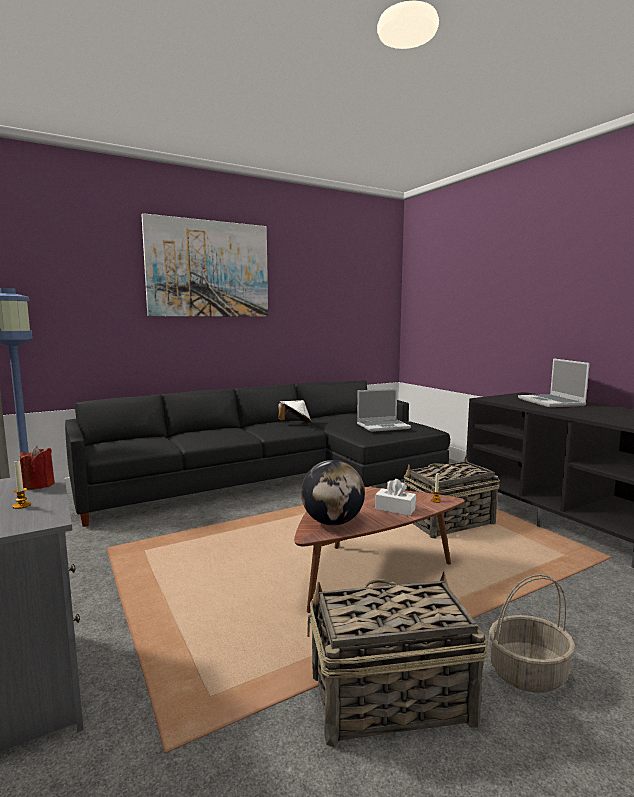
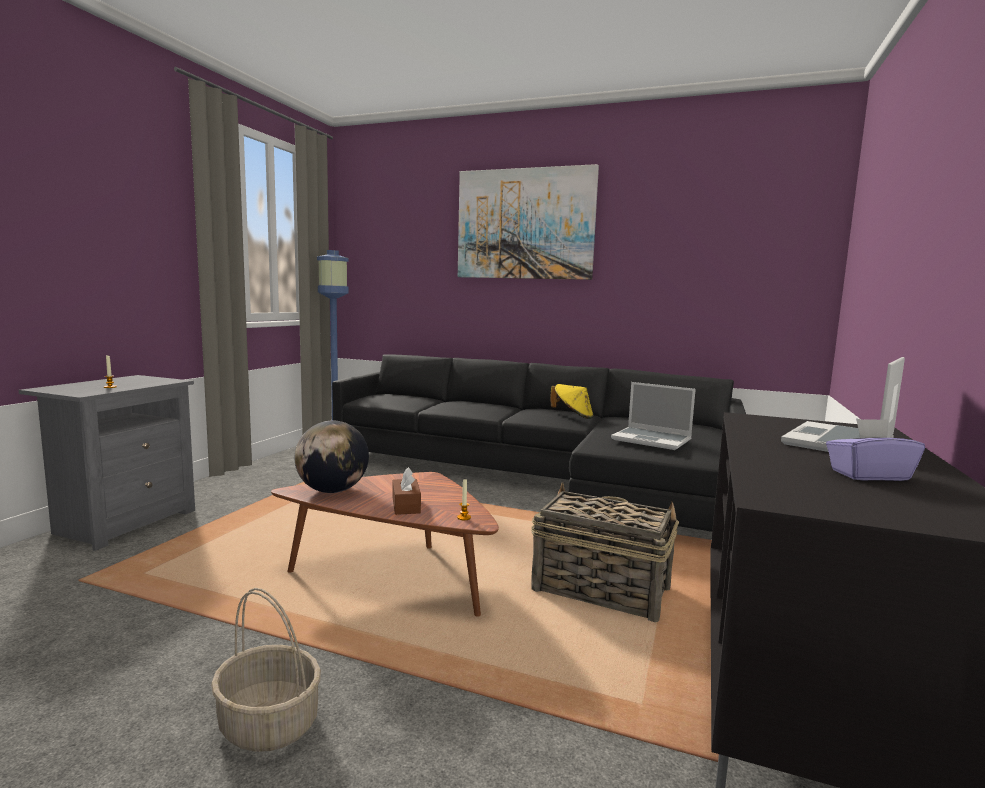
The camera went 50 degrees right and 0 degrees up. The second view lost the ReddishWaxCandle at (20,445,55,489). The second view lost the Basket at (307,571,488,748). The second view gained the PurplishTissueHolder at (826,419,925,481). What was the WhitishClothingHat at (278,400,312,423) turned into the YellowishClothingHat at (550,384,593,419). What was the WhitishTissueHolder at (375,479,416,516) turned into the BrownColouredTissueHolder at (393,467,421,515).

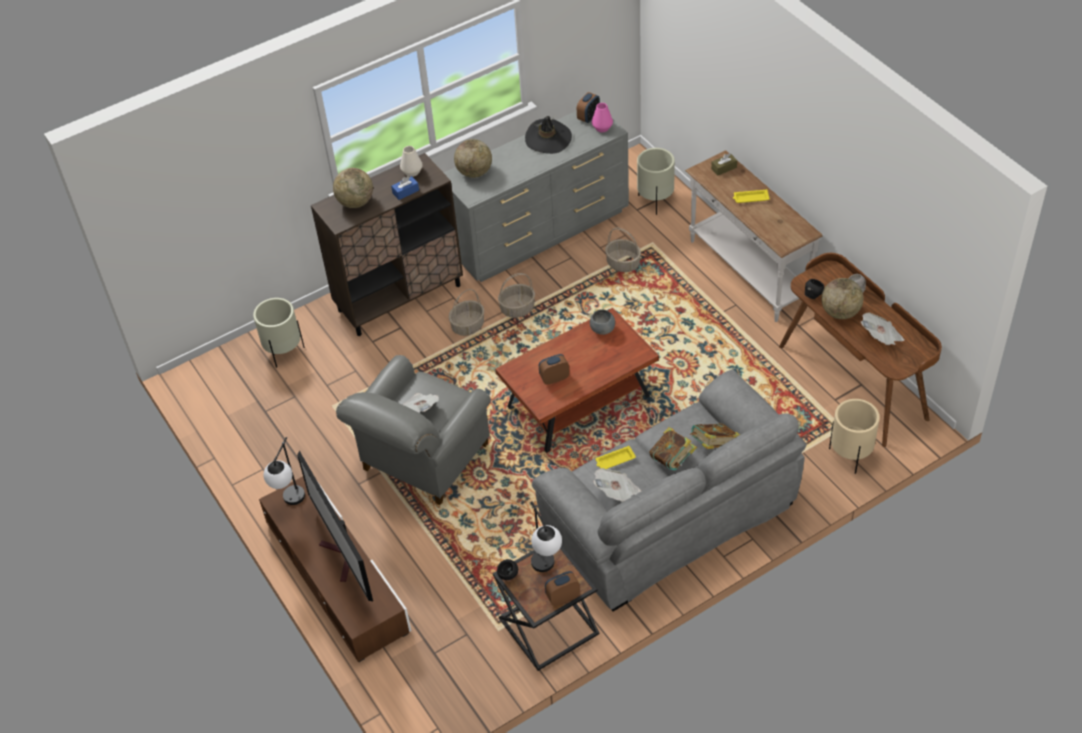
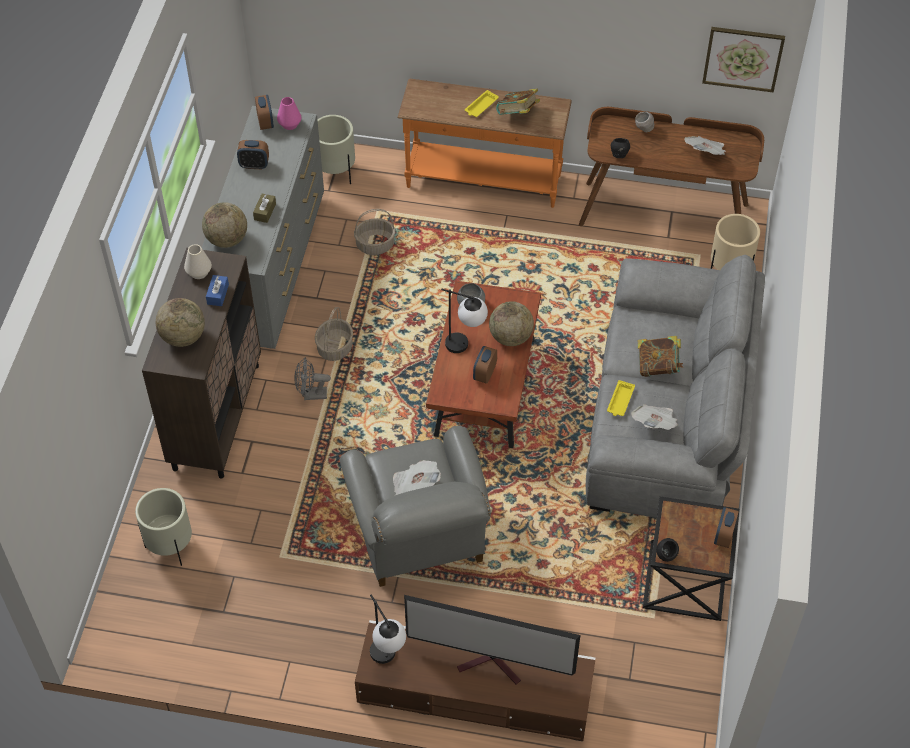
The camera went 50 degrees left and 5 degrees up. The second view gained the Picture at (702,27,785,92). The TableLamp ended up elsewhere, having gone from (531,502,562,572) to (441,289,488,353). The Volume ended up elsewhere, having gone from (690,423,740,449) to (496,89,540,115). The BrownColouredTissueHolder ended up elsewhere, having gone from (711,153,737,176) to (253,194,276,223). The WorldGlobe ended up elsewhere, having gone from (821,278,864,319) to (489,301,534,346). Where the Basket stood at (449,289,484,336), the GreyCoolingFan came to stand at (295,357,331,400). Where the BlackColouredClothingHat stood at (525,116,572,154), the AlarmClock came to stand at (237,140,269,169). What was the WhitishConsoleTable at (685,150,823,322) turned into the OrangeConsoleTable at (398,79,572,208).

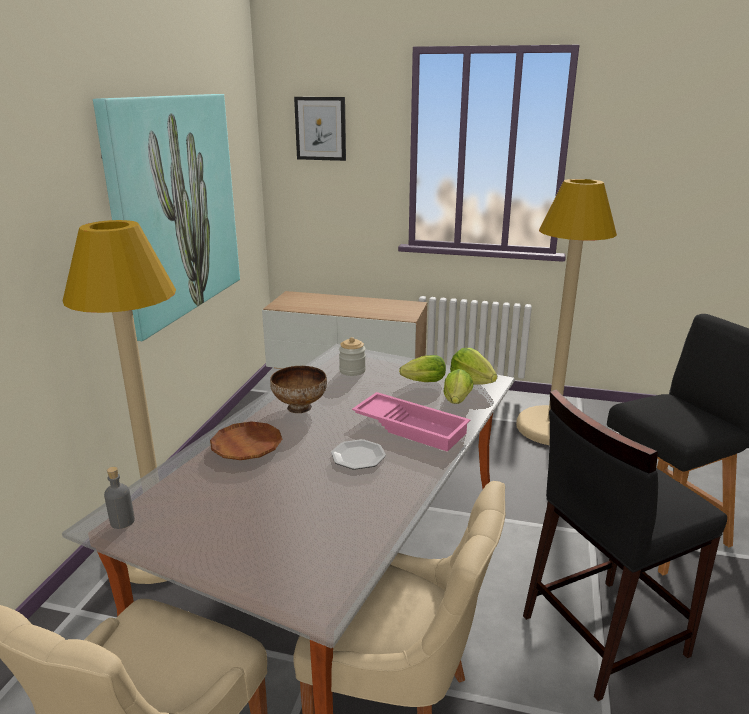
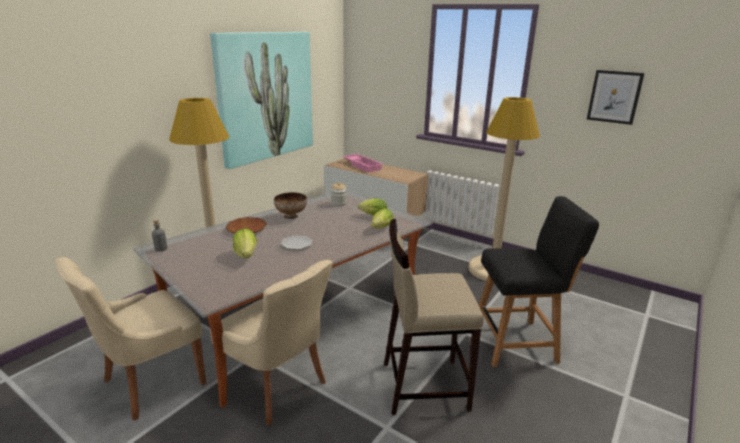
The camera went 20 degrees right and 0 degrees up. The Picture ended up elsewhere, having gone from (294,97,346,161) to (587,70,645,125). The PinkishCarryingTray ended up elsewhere, having gone from (352,392,471,452) to (343,154,383,172). The HeadOfLettuce ended up elsewhere, having gone from (450,348,497,385) to (233,229,257,258). What was the BlackColouredStoolSeat at (523,389,727,701) turned into the BeigeStoolSeat at (384,219,484,415).

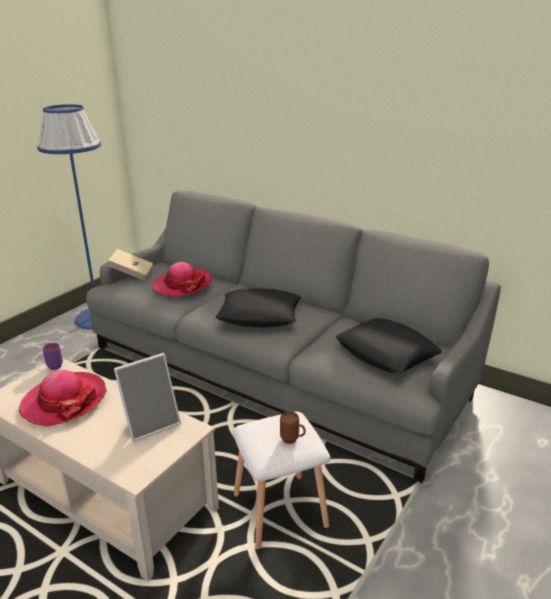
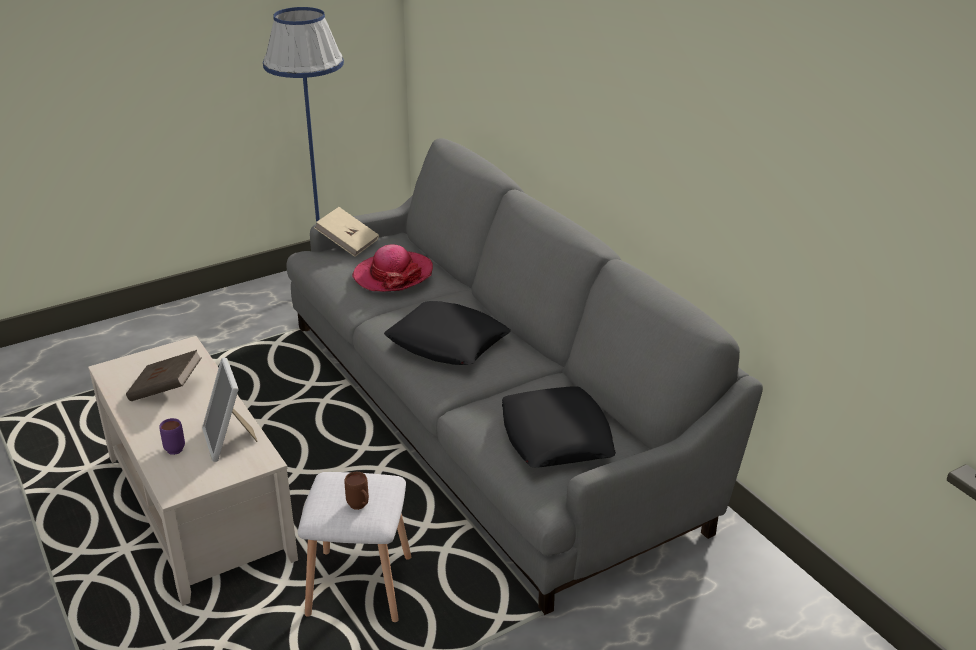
The camera went 25 degrees right and 5 degrees up. The PurplishTeaMug ended up elsewhere, having gone from (43,343,63,370) to (159,418,185,455). Where the ClothingHat stood at (19,370,107,426), the BrownColouredVolume came to stand at (126,350,202,401). The StandingFrame at (114,353,181,442) ended up facing another way, 75 degrees clockwise from before.

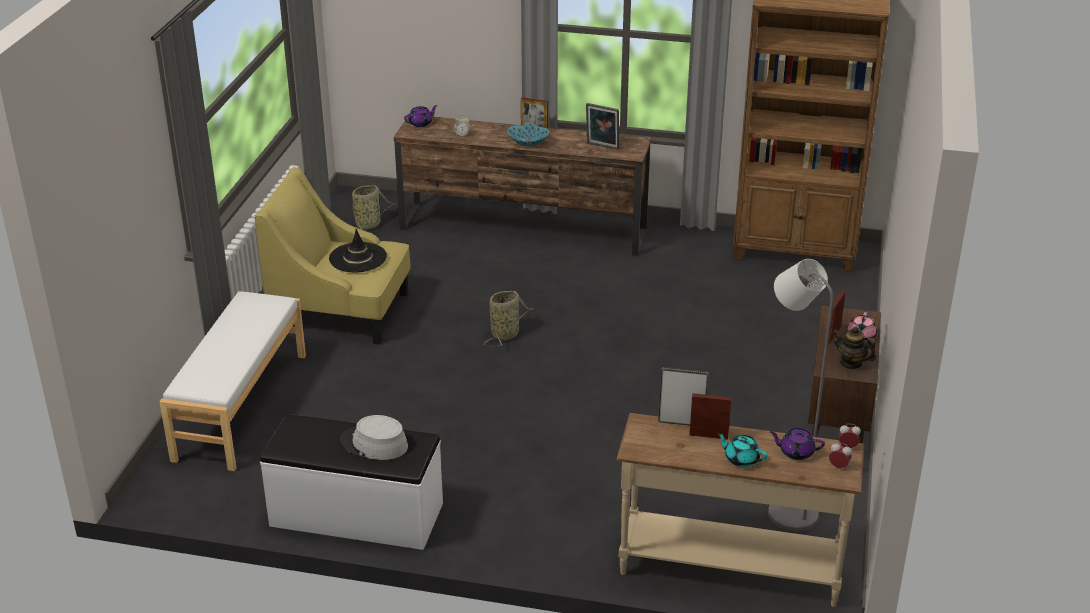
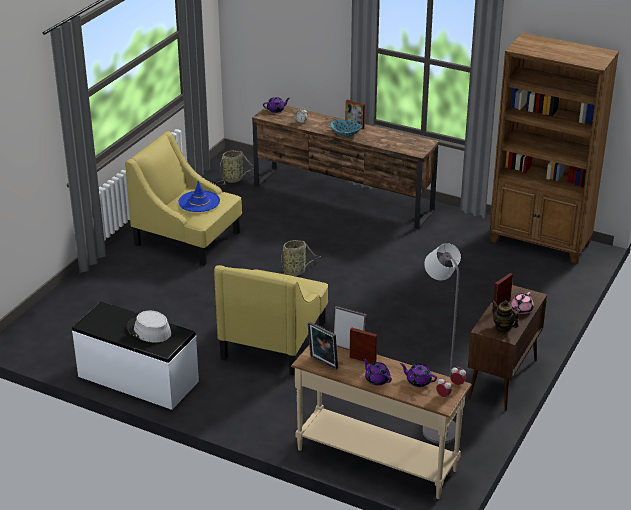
The camera went 15 degrees right and 0 degrees up. The second view lost the WhitishIndoorBench at (159,291,306,471). The second view gained the YellowishEasyChair at (214,265,328,375). The StandingFrame ended up elsewhere, having gone from (586,103,619,150) to (308,321,338,370). What was the BlackColouredClothingHat at (329,229,387,272) turned into the BlueColouredClothingHat at (178,181,220,212). What was the TurquoisePotForTea at (717,433,768,467) turned into the PurplishPotForTea at (363,358,392,385).

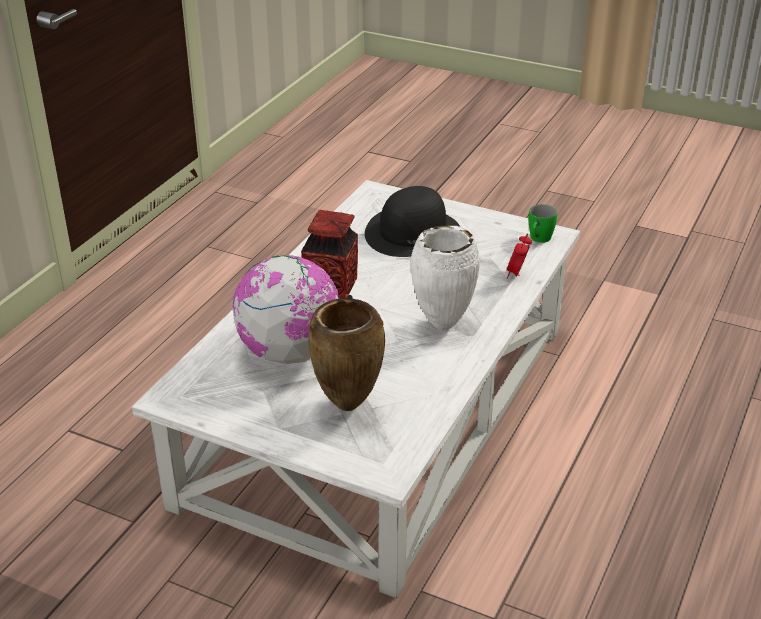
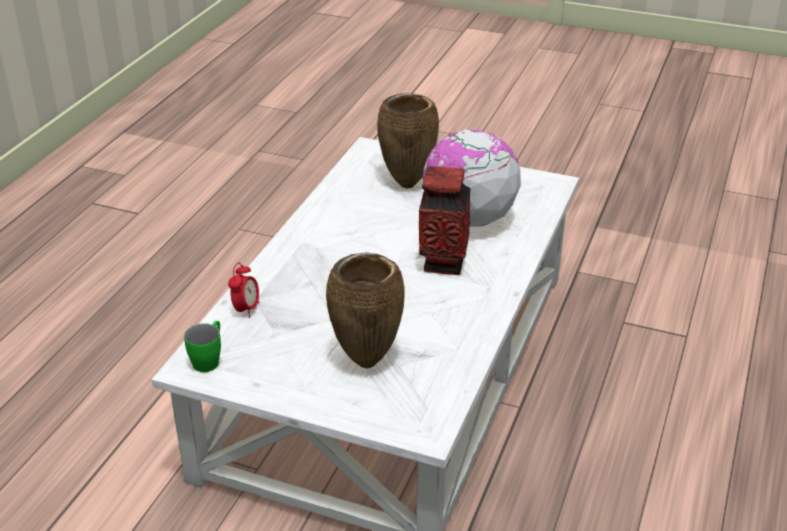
The camera went 175 degrees right and 0 degrees up. The second view lost the WhitishDecorativeVase at (410,226,480,330). Where the BlackColouredClothingHat stood at (365,186,460,257), the BrownColouredDecorativeVase came to stand at (326,252,405,368).

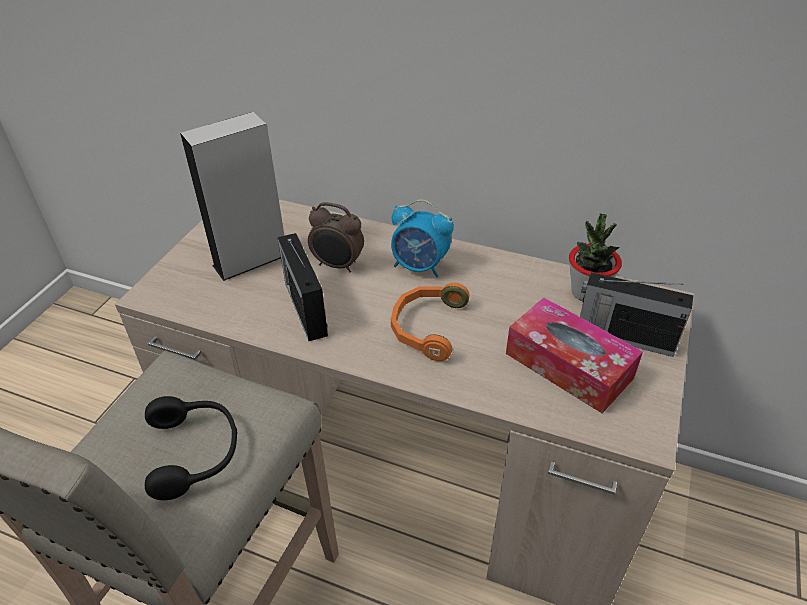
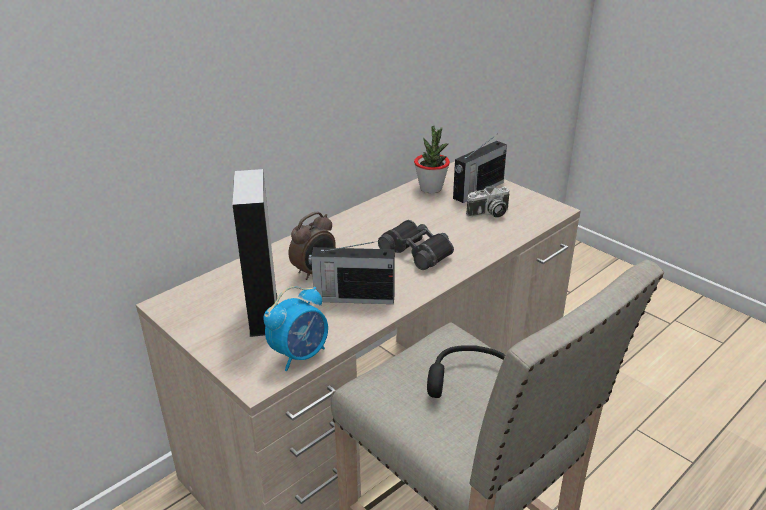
The camera went 65 degrees left and 10 degrees down. The AlarmClock ended up elsewhere, having gone from (391,200,454,277) to (263,286,328,371). Where the OrangeHeadset stood at (391,283,470,361), the BlackColouredBinoculars came to stand at (378,220,454,270). Where the TissueHolder stood at (506,298,643,413), the PhotoCamera came to stand at (466,186,509,218).

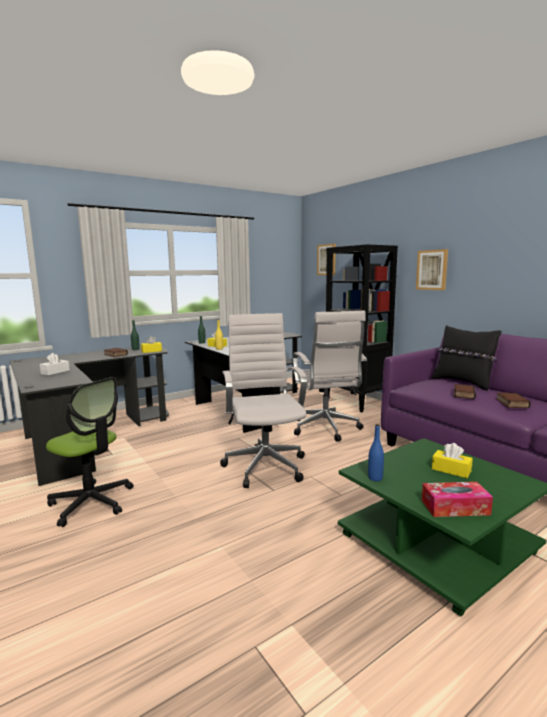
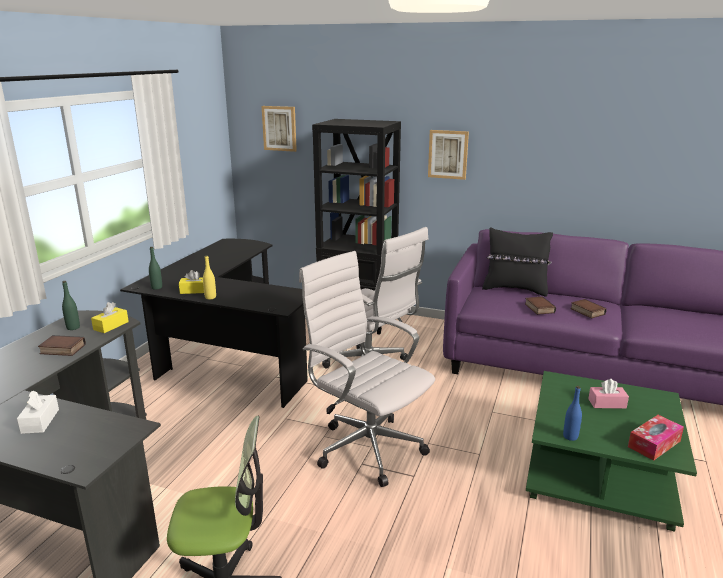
The camera went 35 degrees left and 10 degrees up. What was the YellowishTissueHolder at (432,443,473,478) turned into the PinkishTissueHolder at (588,379,629,409).

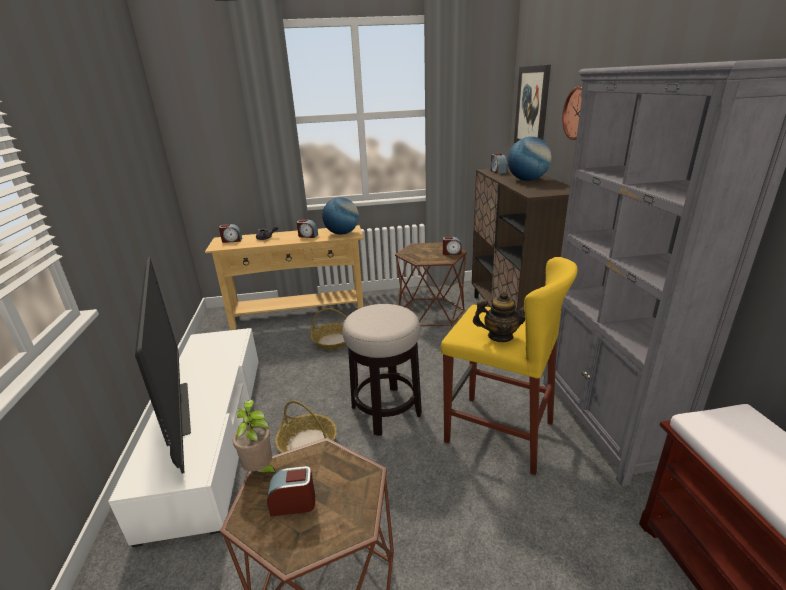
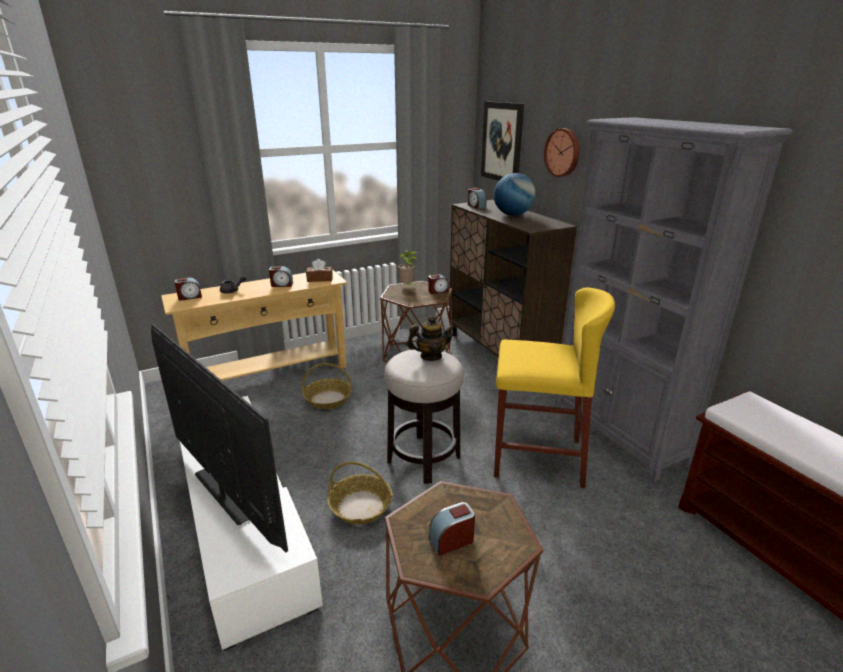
The camera went 20 degrees left and 0 degrees up. The PottedPlant ended up elsewhere, having gone from (233,400,276,473) to (398,251,417,285). The PotForTea ended up elsewhere, having gone from (473,291,525,342) to (407,316,455,361). Where the WorldGlobe stood at (322,197,359,235), the BrownColouredTissueHolder came to stand at (306,259,333,282).

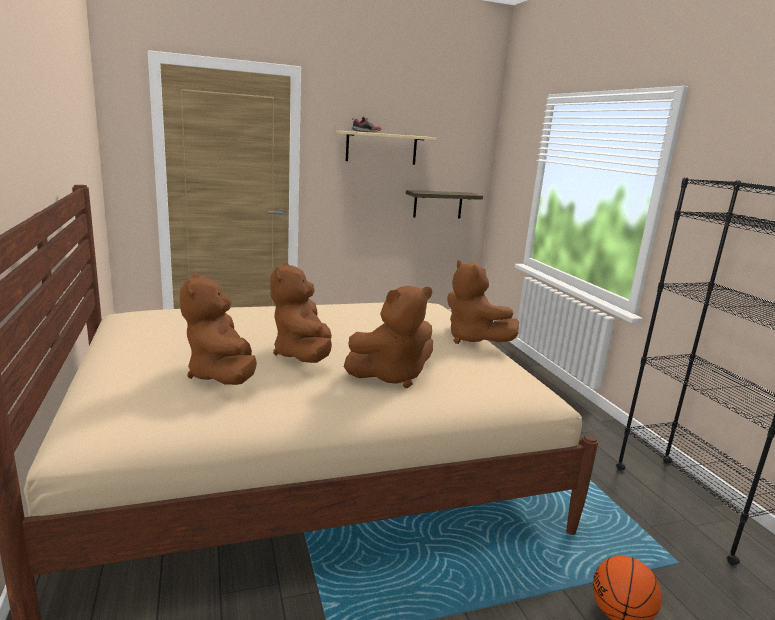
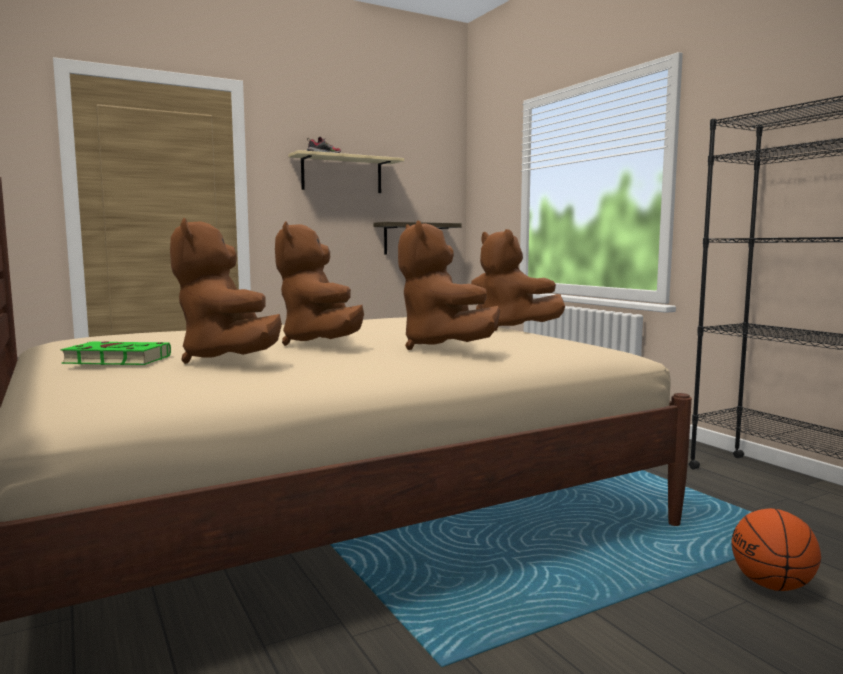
The camera went 10 degrees left and 10 degrees down. The second view gained the GreenishVolume at (61,341,171,365). The BrownColouredCuddlyToy at (344,286,433,388) ended up facing another way, 105 degrees clockwise from before.

